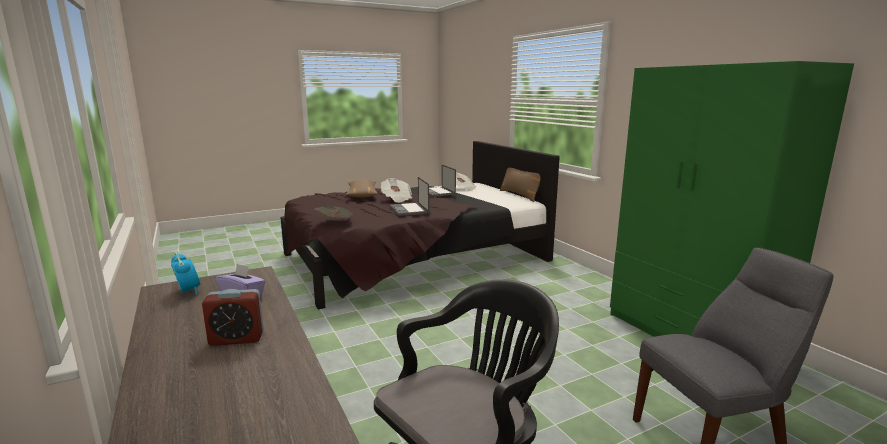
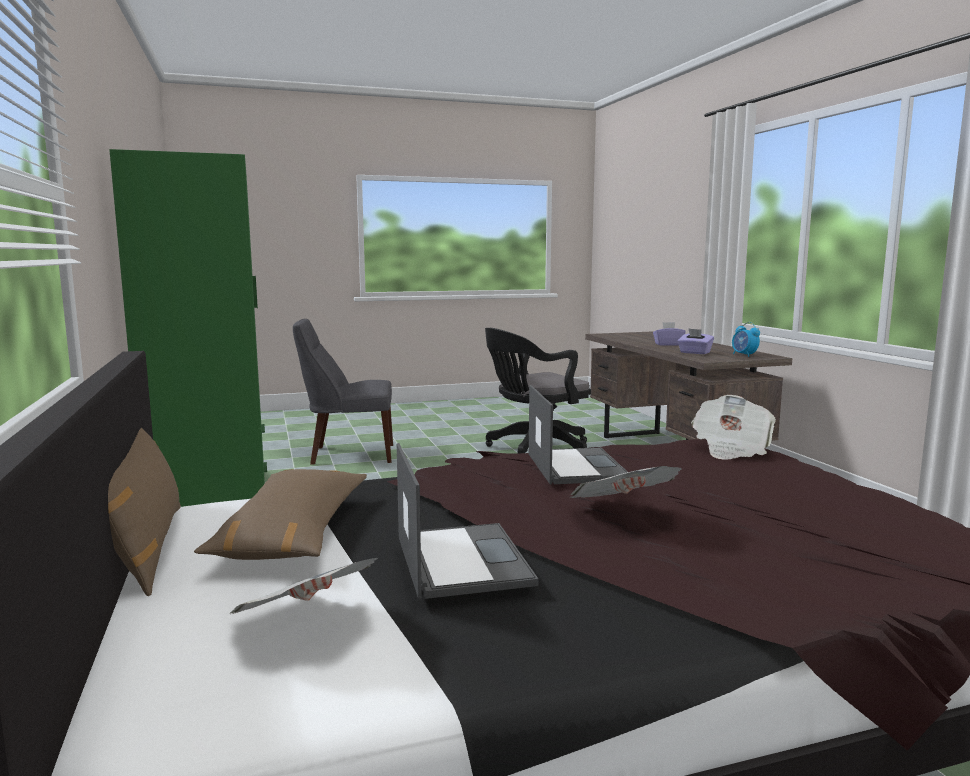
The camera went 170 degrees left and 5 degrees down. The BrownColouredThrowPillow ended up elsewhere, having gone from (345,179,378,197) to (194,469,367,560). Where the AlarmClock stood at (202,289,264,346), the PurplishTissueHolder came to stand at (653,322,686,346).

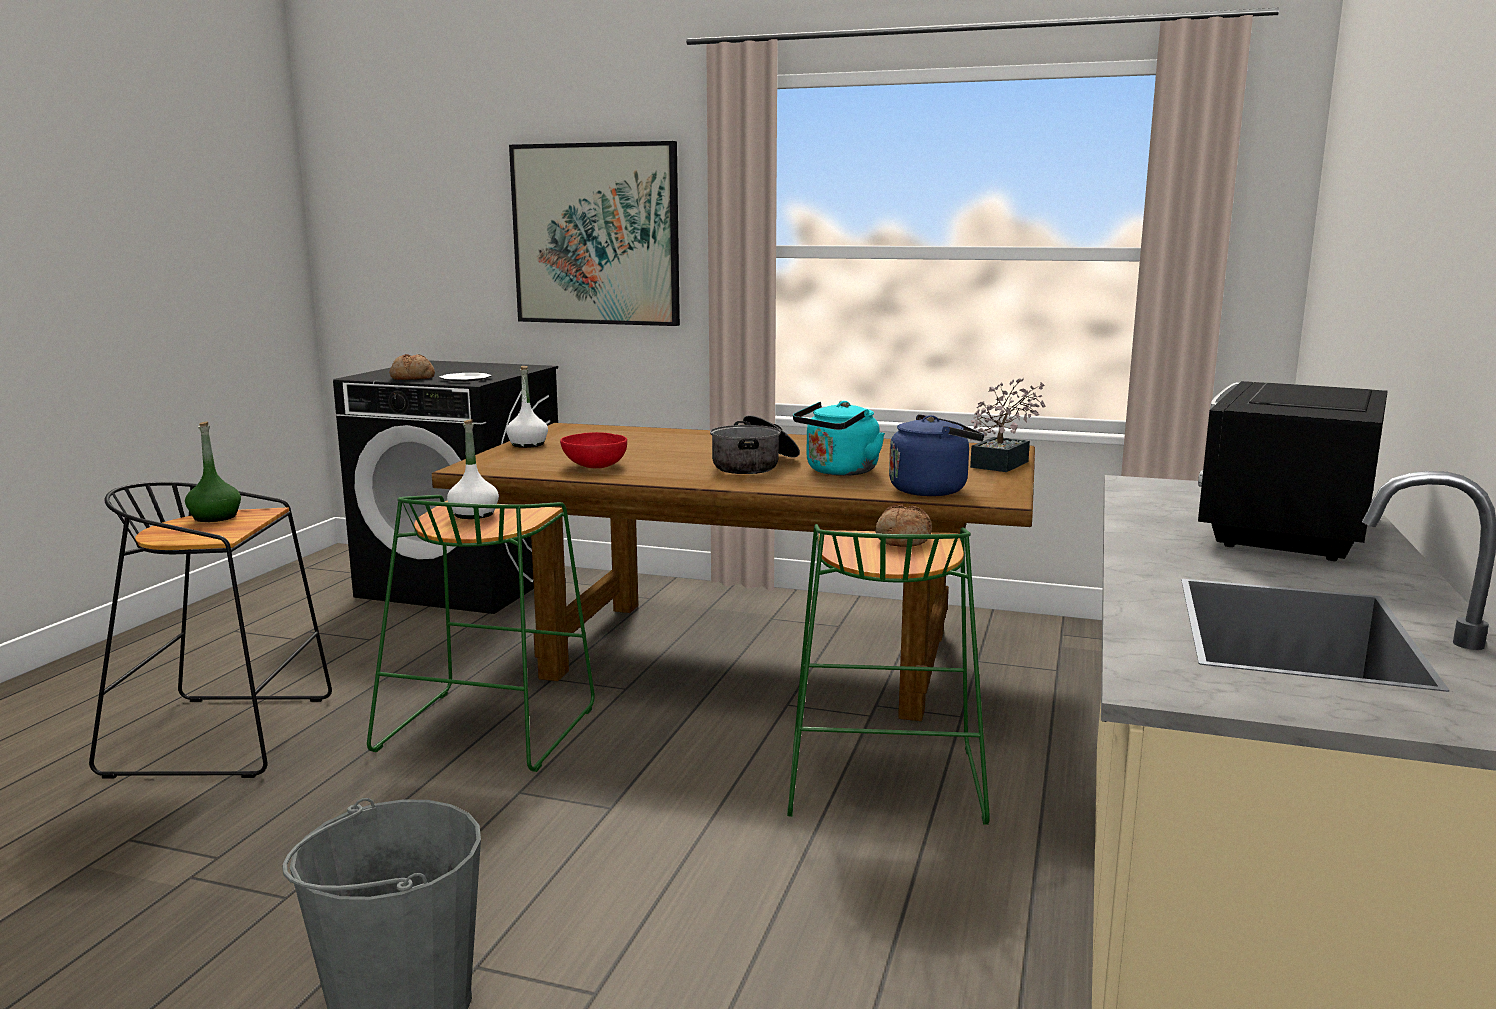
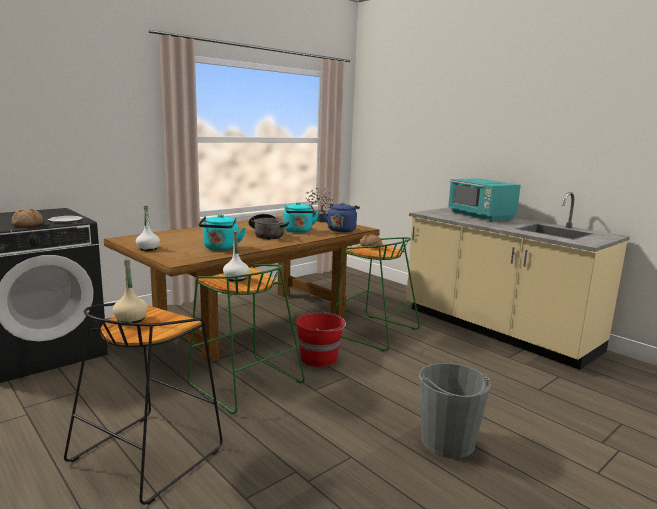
The camera went 60 degrees left and 0 degrees up. The second view lost the Picture at (509,141,680,326). The second view gained the ReddishBucket at (296,311,346,367). Where the ReddishDeepDish stood at (560,432,627,468), the TurquoiseWaterKettle came to stand at (199,214,246,251). What was the GreenishBeverageBottle at (185,421,241,522) turned into the BeigeBeverageBottle at (112,259,148,323). What was the BlackColouredMicrowave at (1198,381,1388,561) turned into the TurquoiseMicrowave at (448,178,521,222).

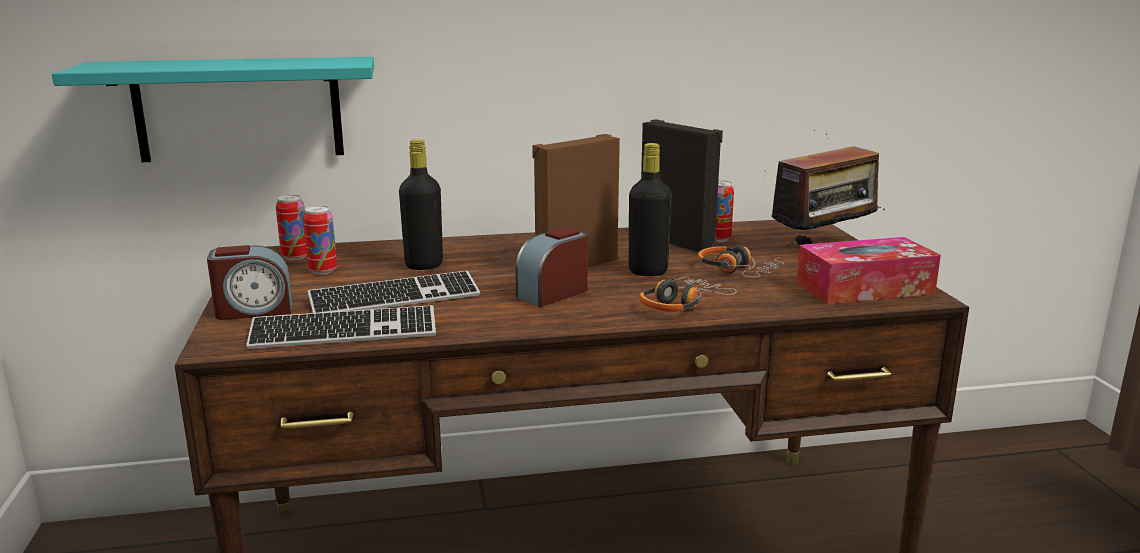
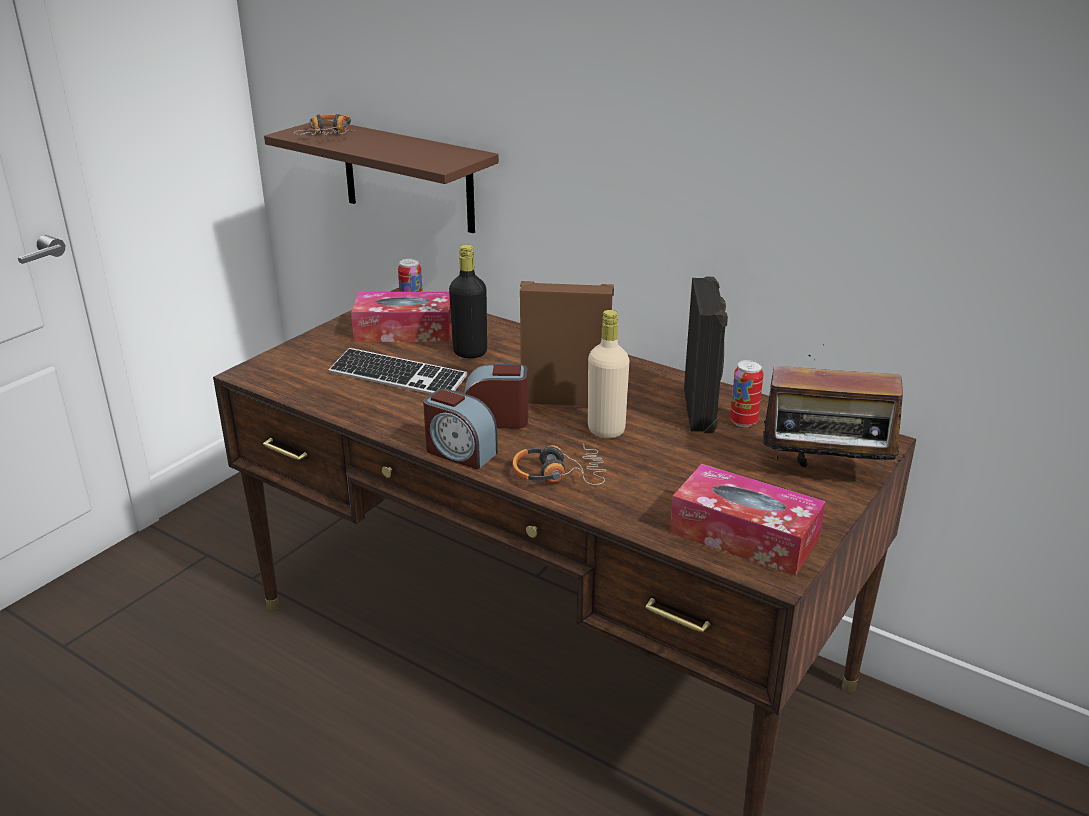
The camera went 45 degrees right and 10 degrees up. The second view lost the PcKeyboard at (246,305,436,349). The AlarmClock ended up elsewhere, having gone from (207,245,292,320) to (423,389,498,470). The Headset ended up elsewhere, having gone from (698,245,784,278) to (294,114,356,135). Where the MetalCan stood at (303,206,337,274), the TissueHolder came to stand at (351,292,452,342). What was the TurquoiseShelf at (52,57,374,162) turned into the BrownColouredShelf at (264,120,499,233). What was the BlackColouredBeverageBottle at (629,143,672,276) turned into the BeigeBeverageBottle at (588,310,629,438).

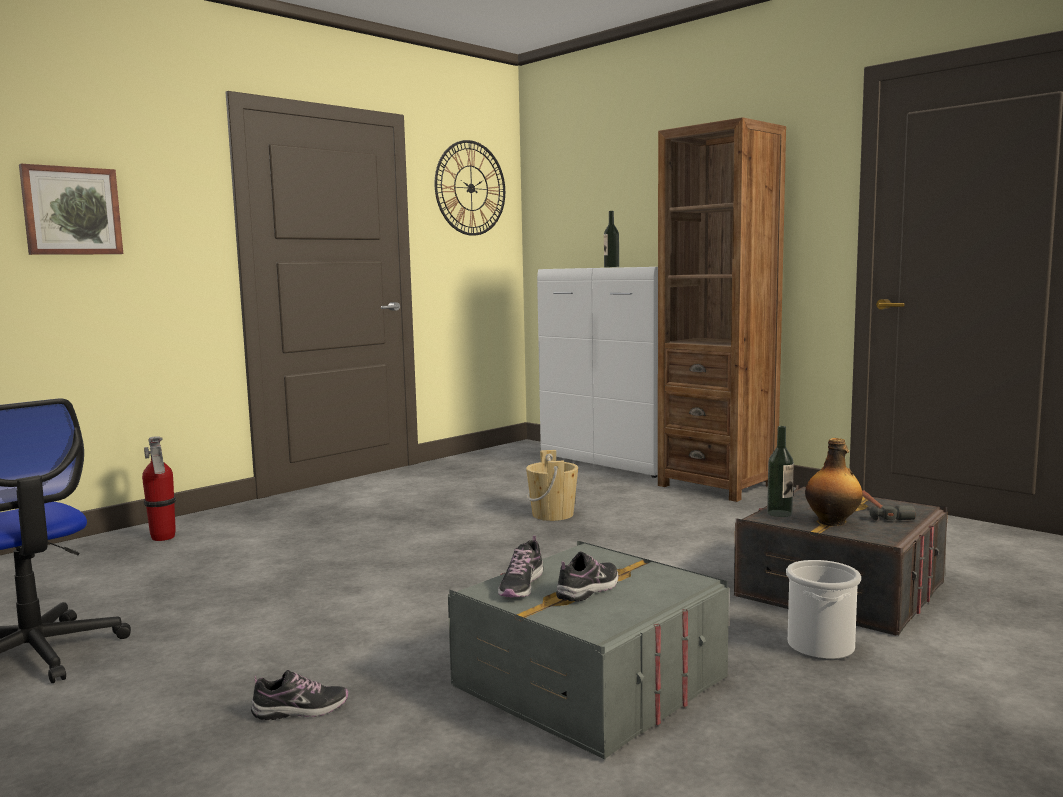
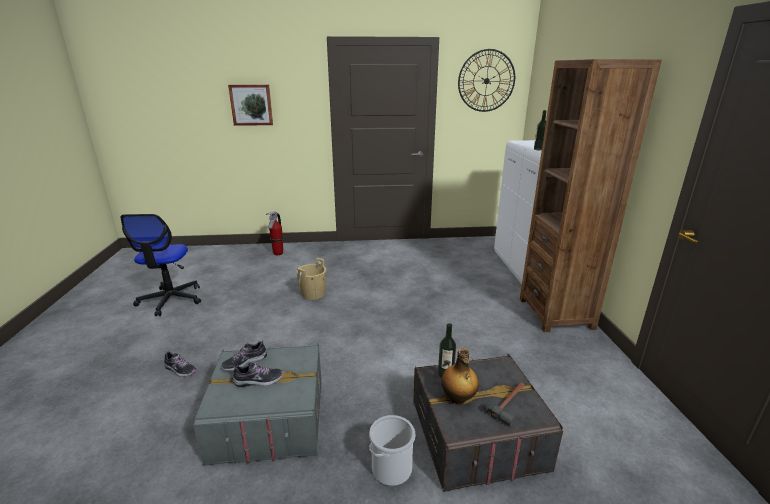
The camera went 40 degrees right and 15 degrees up. The BeigeBucket ended up elsewhere, having gone from (526,450,578,521) to (297,258,326,300).

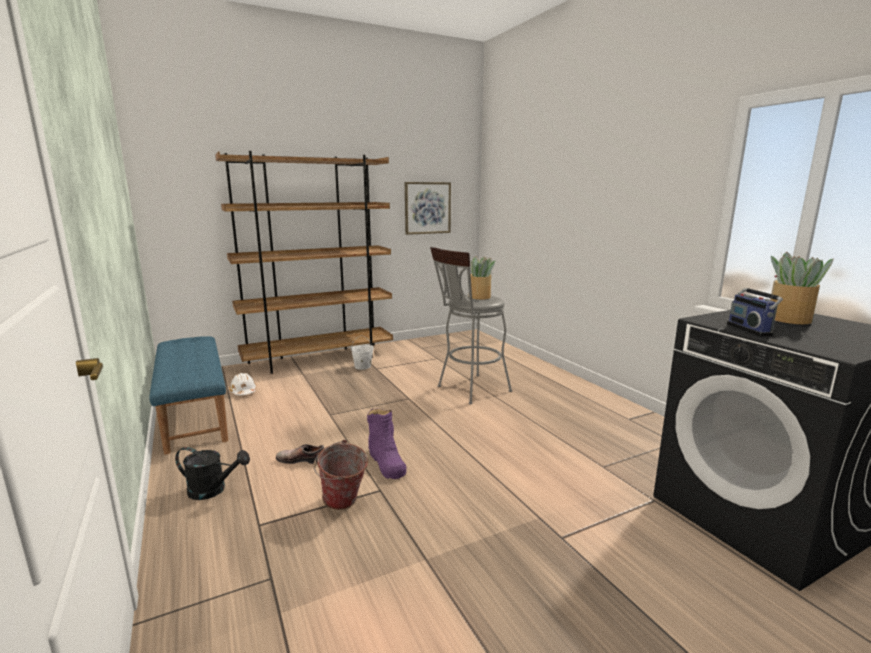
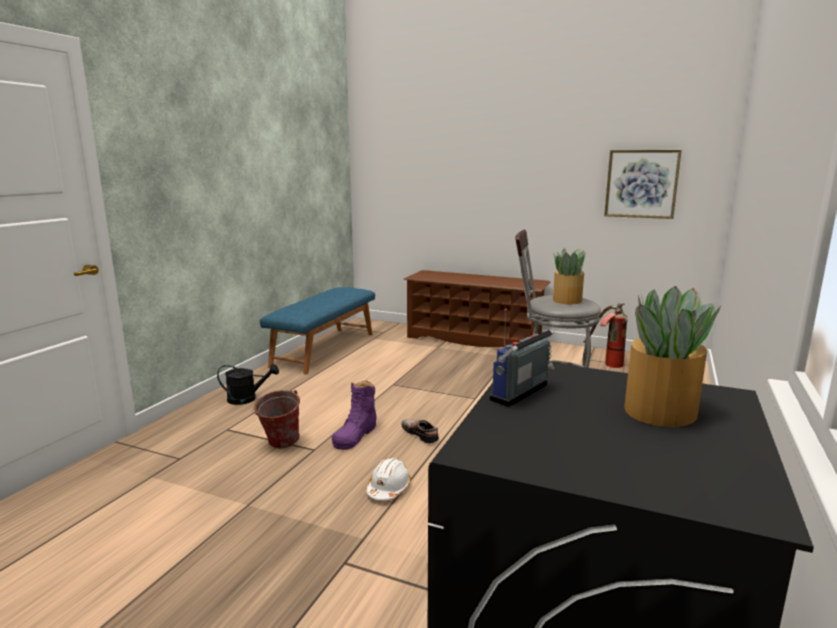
The camera went 50 degrees right and 0 degrees up. The second view lost the WhitishBucket at (351,335,374,370). The second view gained the FireFightingCylinder at (584,303,628,368). The WhitishHardHat ended up elsewhere, having gone from (230,373,256,395) to (366,458,411,500). The Shoe ended up elsewhere, having gone from (276,444,324,464) to (402,419,439,444). Where the BrownColouredShelvingUnit stood at (215,151,393,374), the BrownColouredShoeStand came to stand at (403,270,550,347). The BlackColouredWateringPot at (175,447,250,500) ended up facing another way, 60 degrees counterclockwise from before.

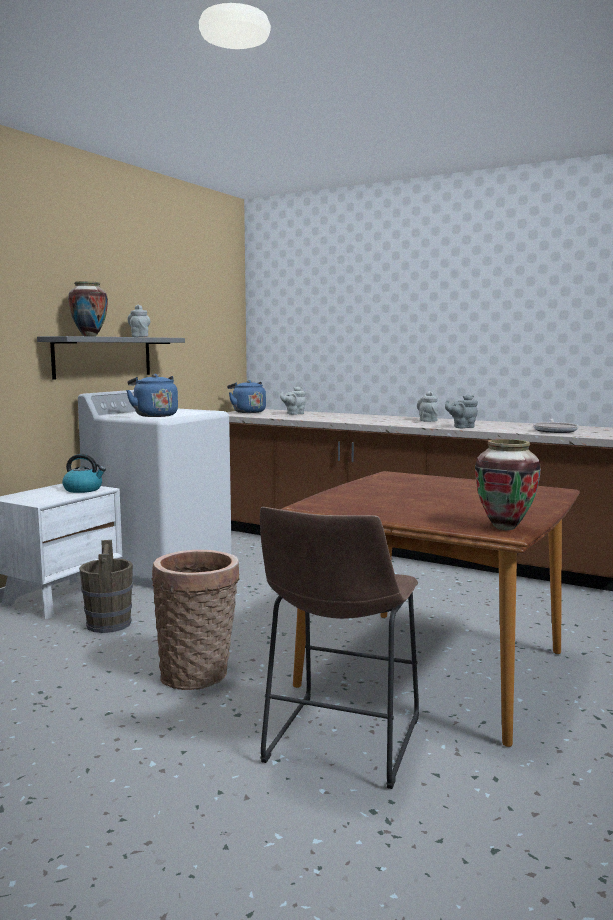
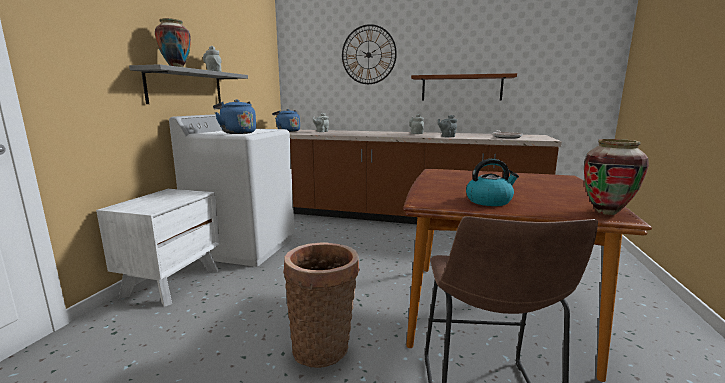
The camera went 15 degrees left and 5 degrees up. The second view lost the BrownColouredBucket at (79,540,133,633). The second view gained the ClockOnTheWall at (342,24,397,84). The second view gained the BrownColouredShelf at (411,73,517,100). The WaterKettle ended up elsewhere, having gone from (62,454,106,493) to (466,159,519,206).

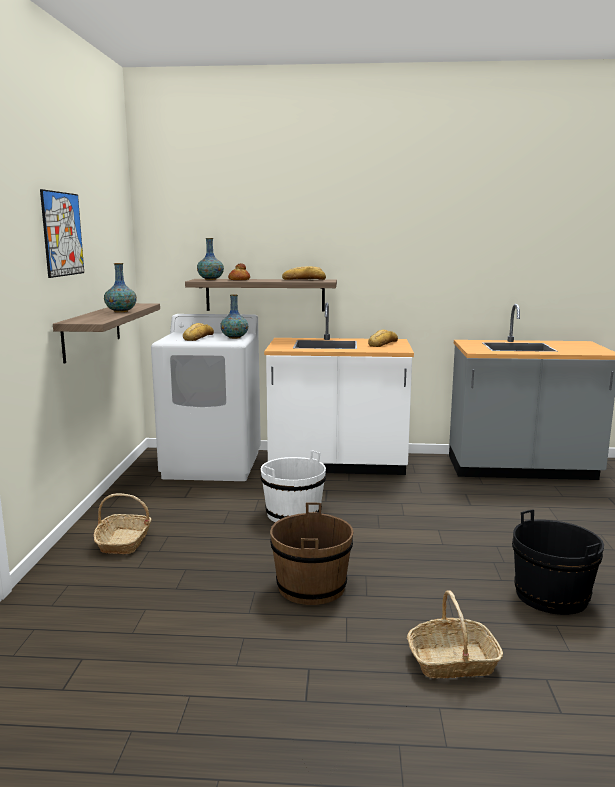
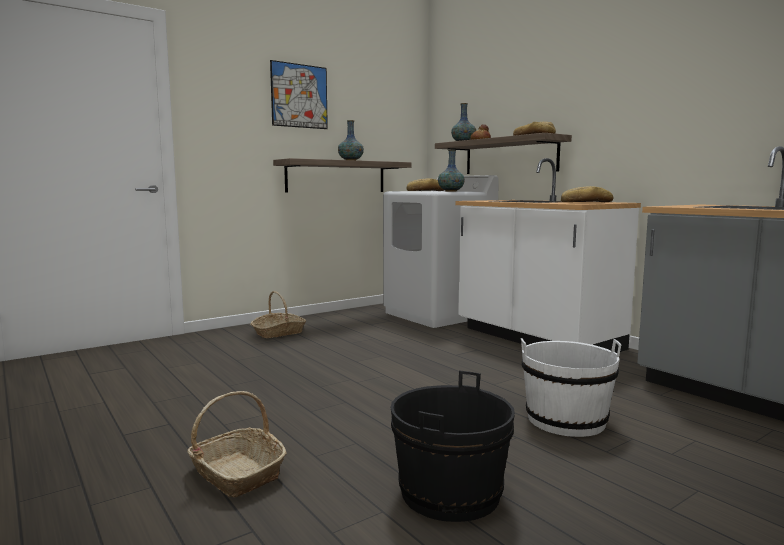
The camera went 50 degrees right and 5 degrees down. The second view lost the BrownColouredBucket at (270,502,353,605). The WhitishBucket ended up elsewhere, having gone from (261,450,326,522) to (521,338,621,437).

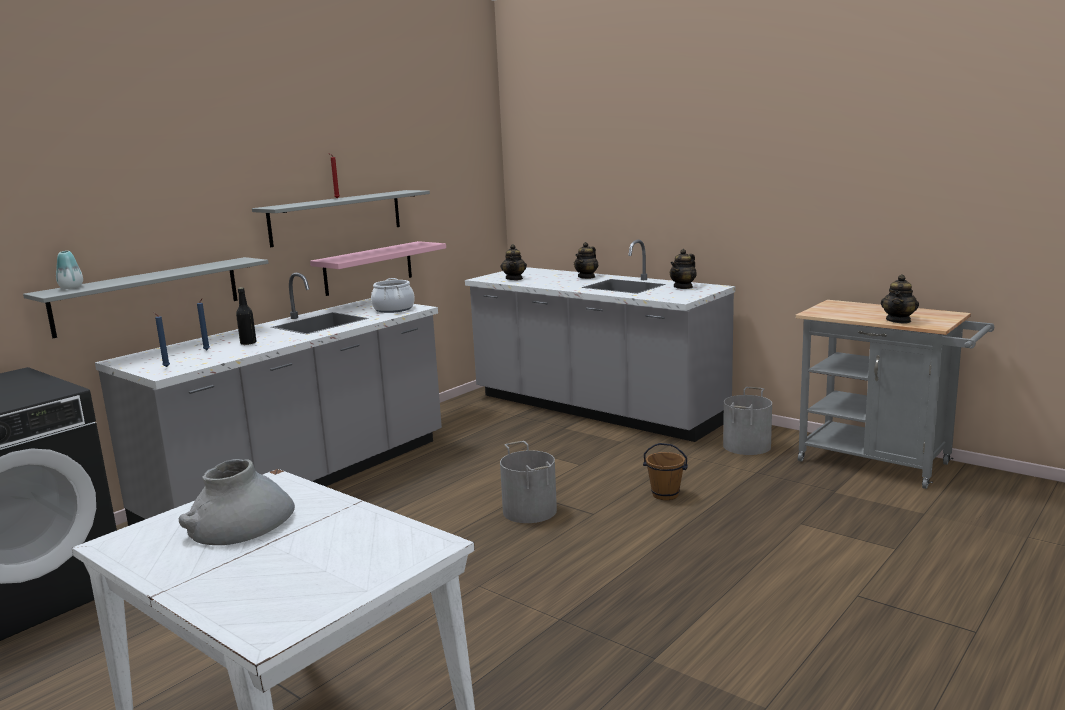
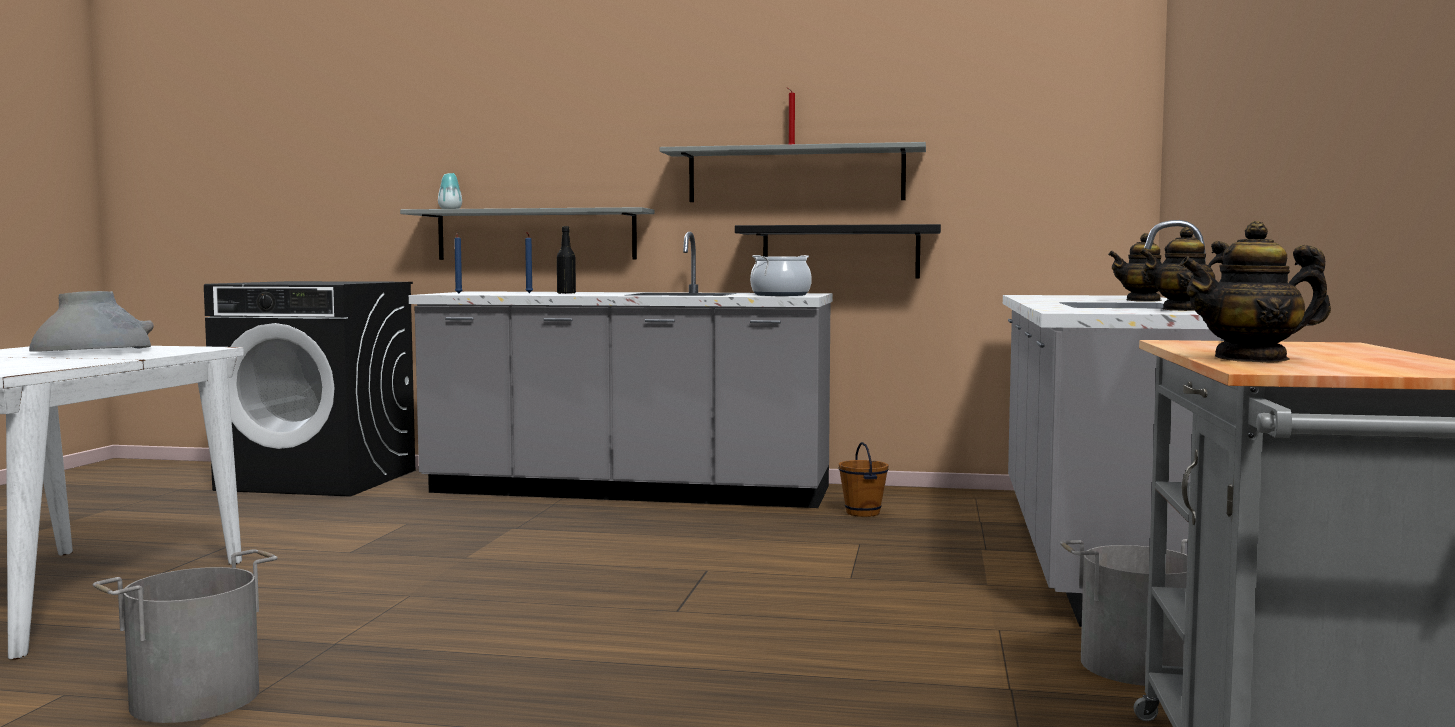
The camera went 60 degrees right and 10 degrees down. The second view lost the PotForTea at (501,244,527,280). The GreyBucket ended up elsewhere, having gone from (500,441,557,523) to (93,549,278,723). The BrownColouredBucket ended up elsewhere, having gone from (643,443,688,500) to (839,442,889,517). What was the PinkishShelf at (310,241,446,296) turned into the BlackColouredShelf at (735,224,941,278).

